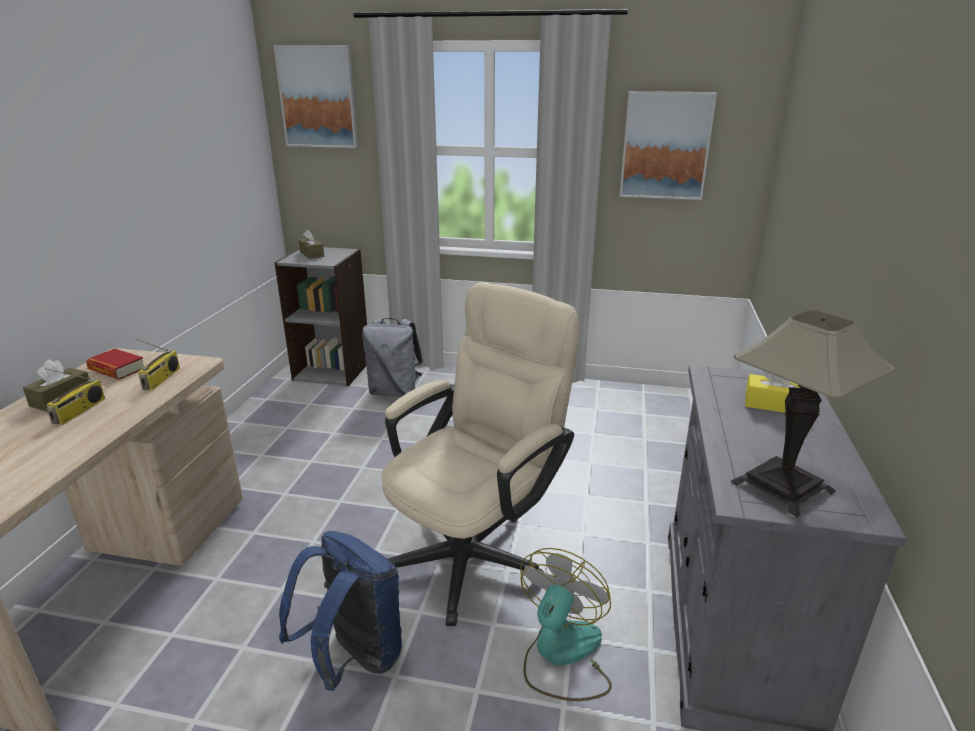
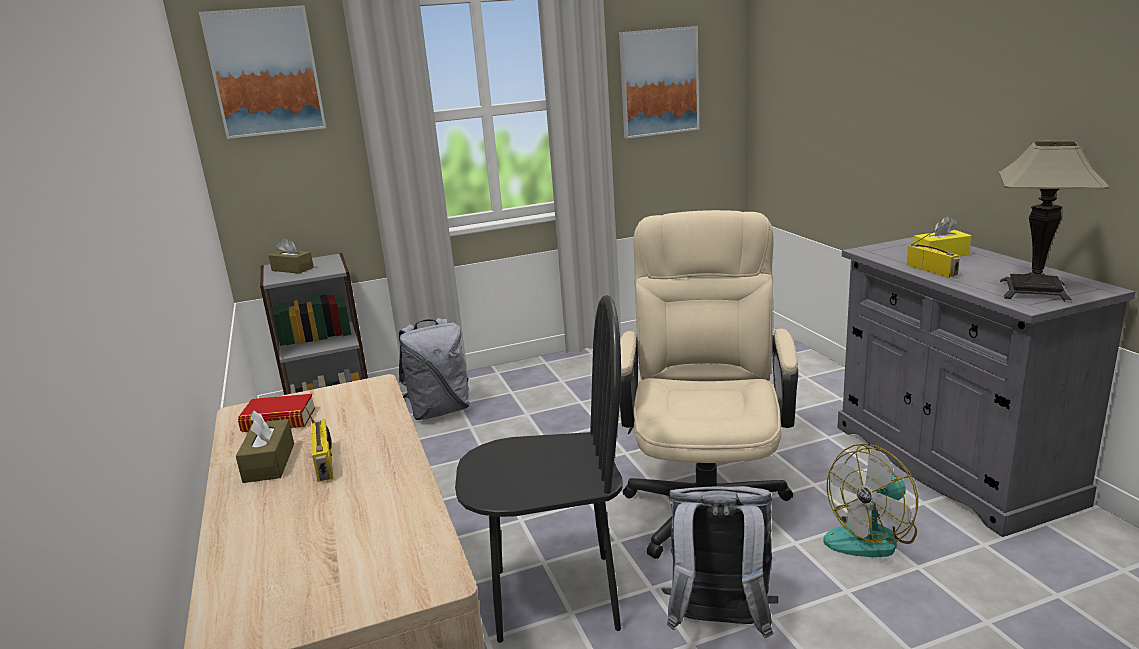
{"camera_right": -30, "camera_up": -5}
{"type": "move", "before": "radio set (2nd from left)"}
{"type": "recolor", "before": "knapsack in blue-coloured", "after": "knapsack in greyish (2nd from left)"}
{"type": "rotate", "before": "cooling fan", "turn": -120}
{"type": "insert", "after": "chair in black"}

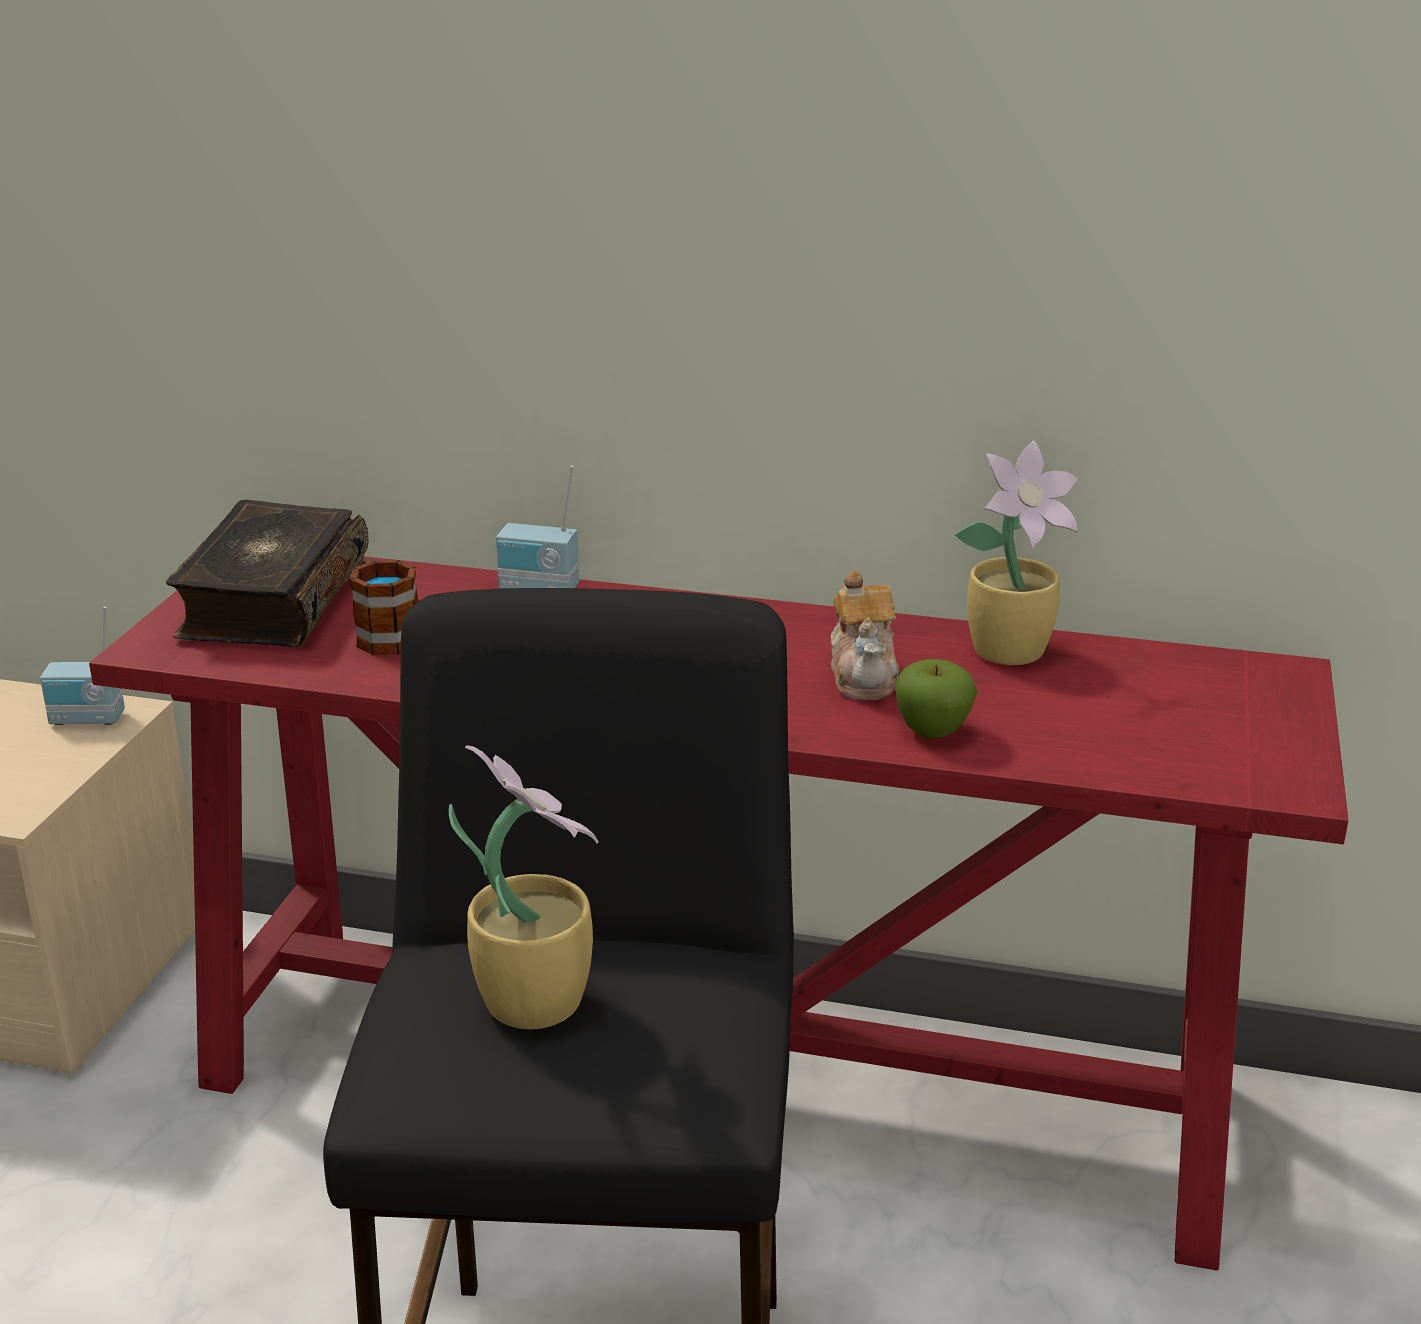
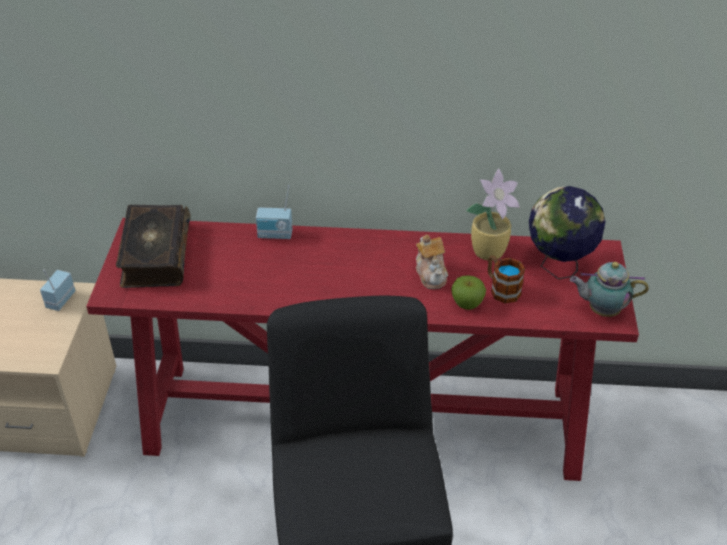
{"camera_right": -10, "camera_up": 15}
{"type": "rotate", "before": "radio set (1st from left)", "turn": 120}
{"type": "move", "before": "coffee mug"}
{"type": "delete", "before": "plant in a pot (1st from left)"}
{"type": "insert", "after": "world globe"}
{"type": "insert", "after": "teapot (2nd from left)"}

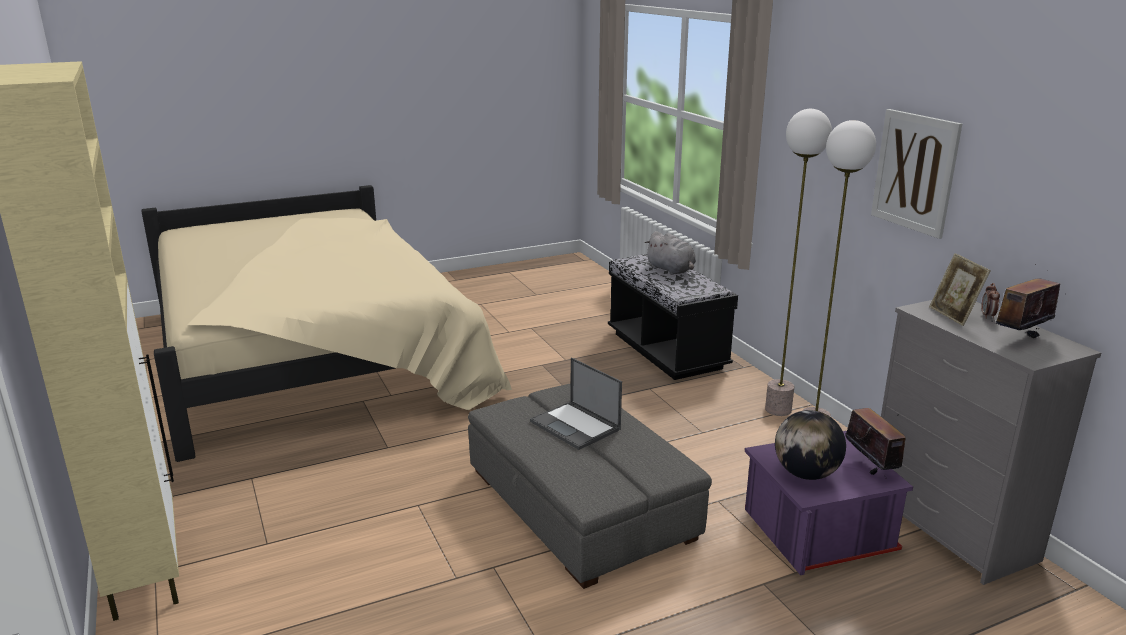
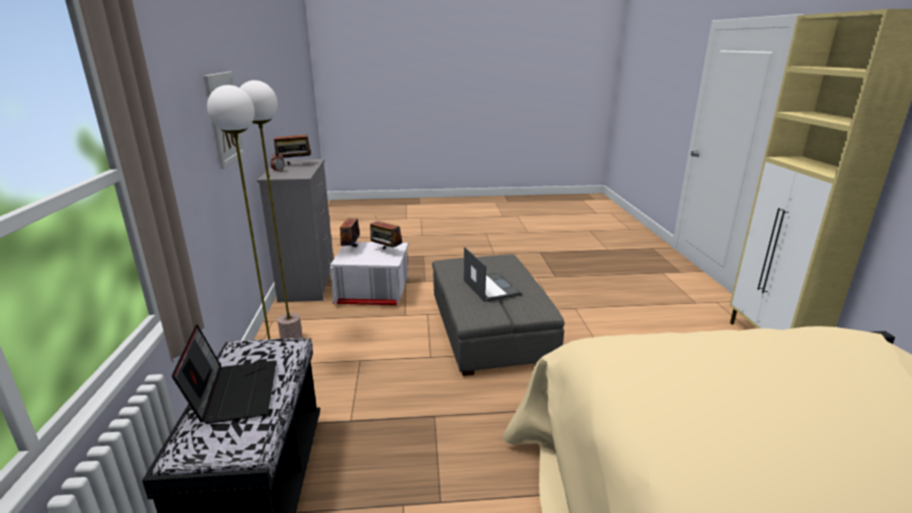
{"camera_right": -160, "camera_up": 0}
{"type": "replace", "before": "soft toy in greyish", "after": "notebook computer (1st from left)"}
{"type": "recolor", "before": "storage box in purple", "after": "storage box in white-coloured"}
{"type": "replace", "before": "world globe", "after": "radio set (3rd from left)"}
{"type": "delete", "before": "photo frame"}

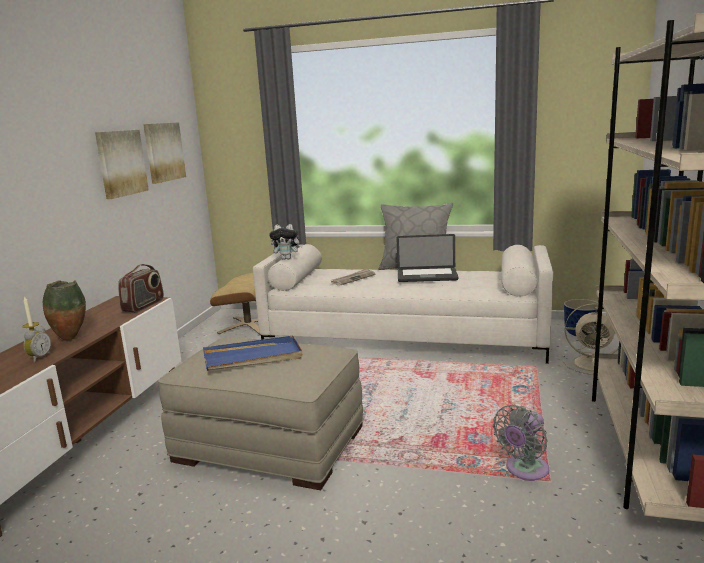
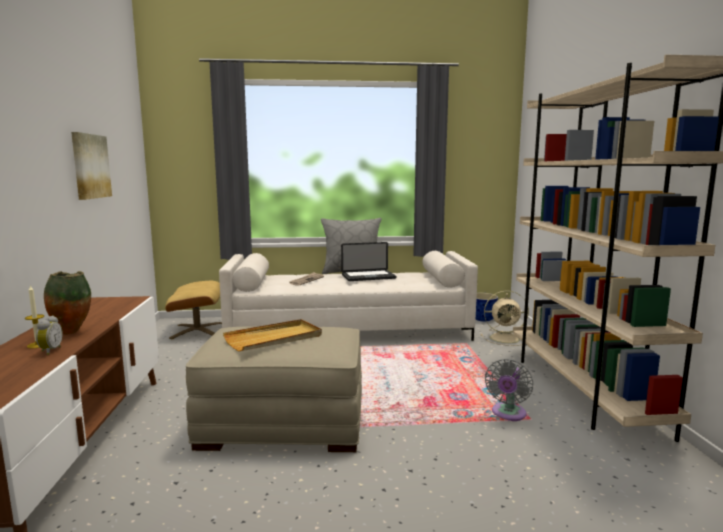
{"camera_right": -20, "camera_up": -5}
{"type": "delete", "before": "radio set"}
{"type": "delete", "before": "wall art (2nd from left)"}
{"type": "recolor", "before": "carrying tray in blue-coloured", "after": "carrying tray in beige"}
{"type": "delete", "before": "soft toy"}

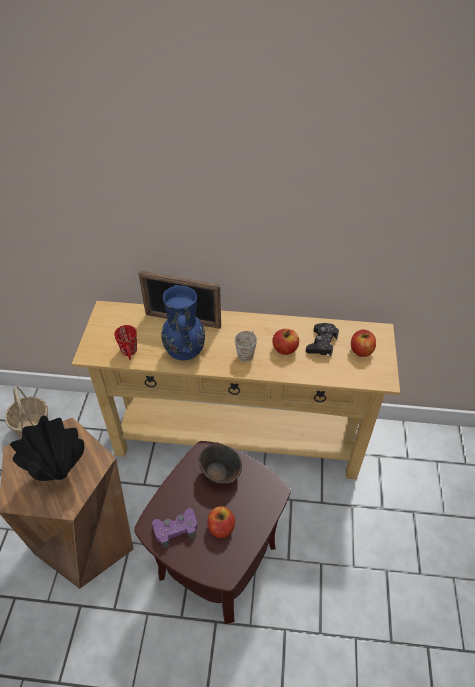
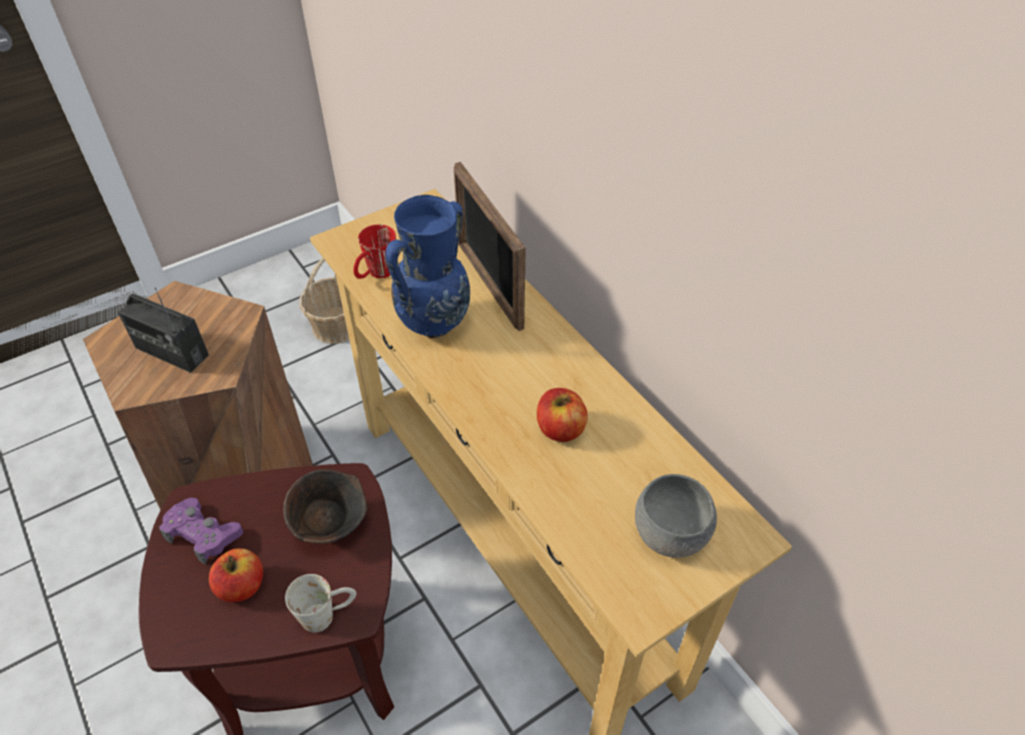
{"camera_right": 50, "camera_up": 0}
{"type": "replace", "before": "decorative vase in black", "after": "radio set"}
{"type": "move", "before": "coffee mug in white-coloured"}
{"type": "delete", "before": "gamepad in black"}
{"type": "replace", "before": "apple fruit (3rd from left)", "after": "deep dish in greyish"}

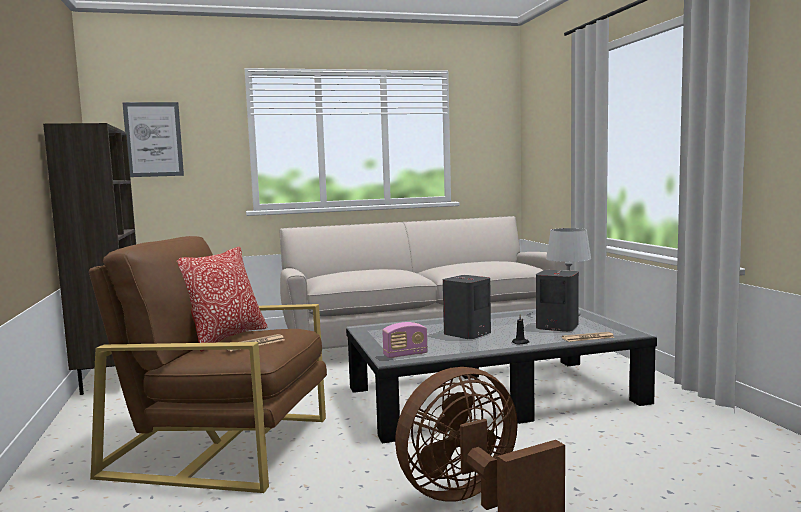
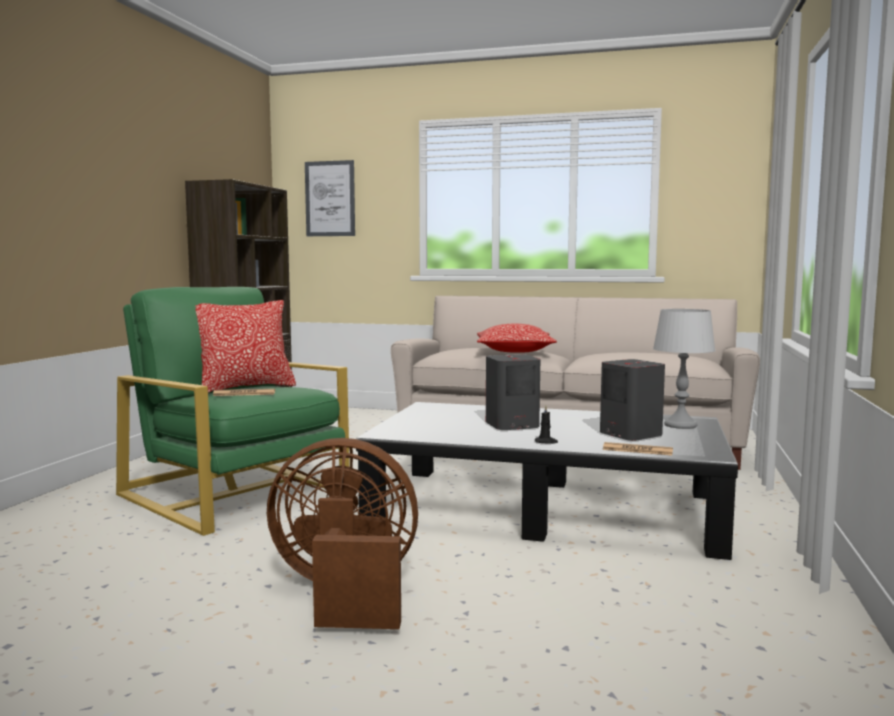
{"camera_right": 30, "camera_up": 0}
{"type": "recolor", "before": "armchair in brown", "after": "armchair in green"}
{"type": "delete", "before": "radio set"}
{"type": "insert", "after": "throw pillow (2nd from left)"}

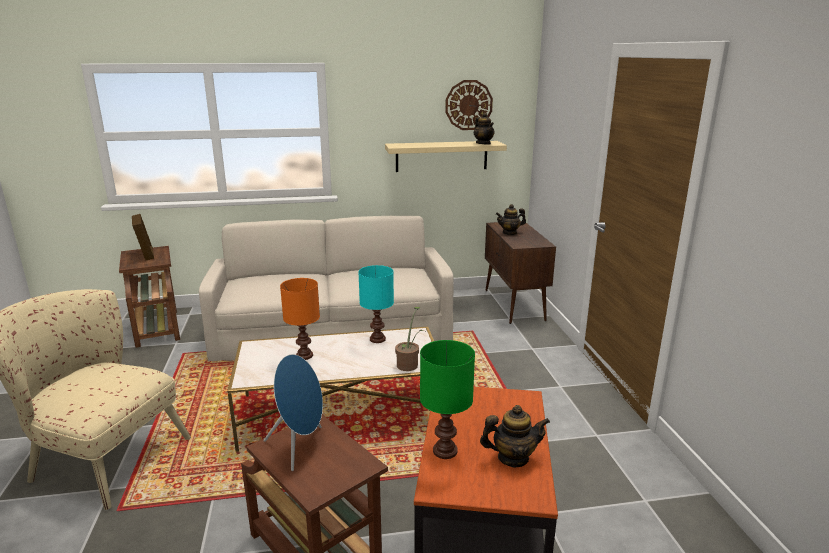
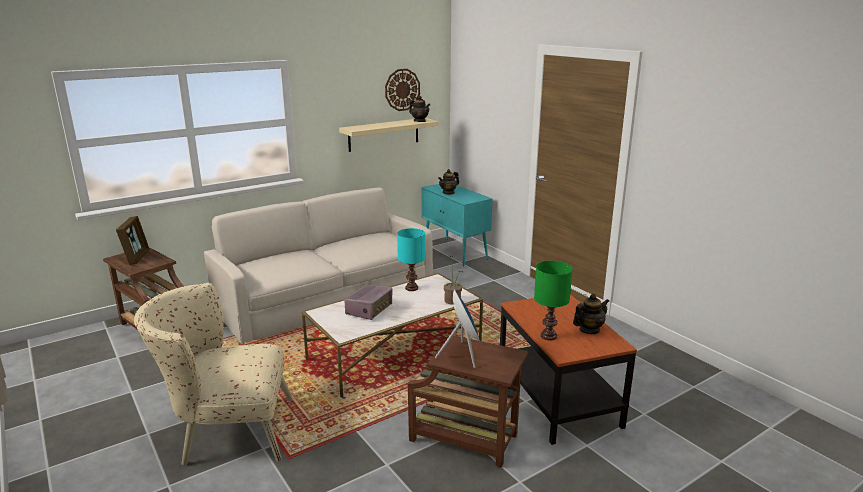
{"camera_right": -25, "camera_up": 0}
{"type": "rotate", "before": "photo frame", "turn": 45}
{"type": "replace", "before": "tabletop lamp in orange-coloured", "after": "radio set"}
{"type": "recolor", "before": "storage cabinet in brown", "after": "storage cabinet in blue-green"}

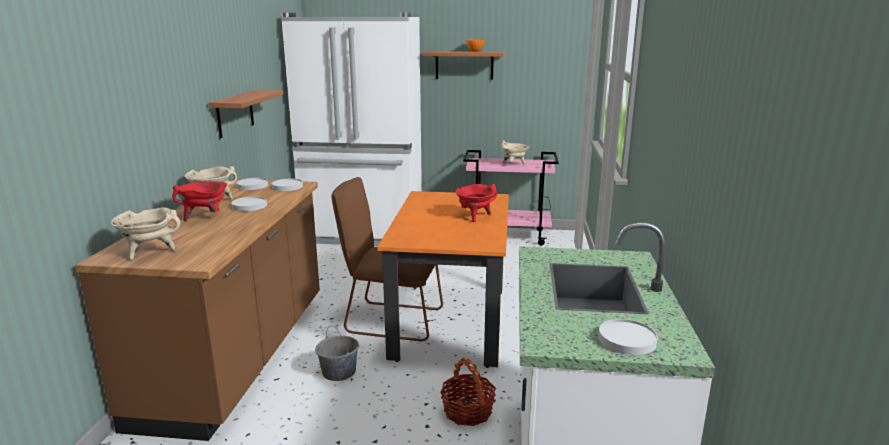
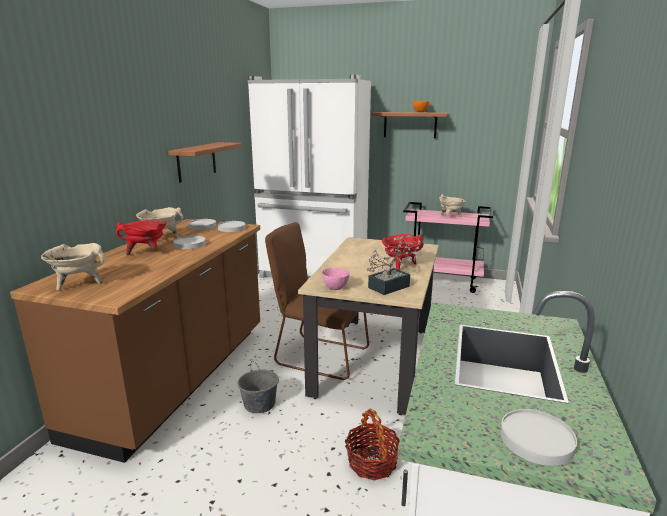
{"camera_right": 10, "camera_up": 0}
{"type": "recolor", "before": "dining table in orange-coloured", "after": "dining table in beige"}
{"type": "insert", "after": "deep dish in pinkish"}
{"type": "insert", "after": "plant in a pot"}

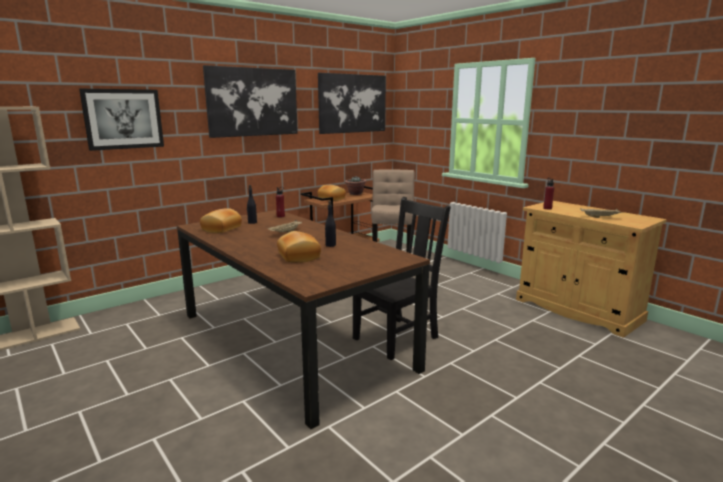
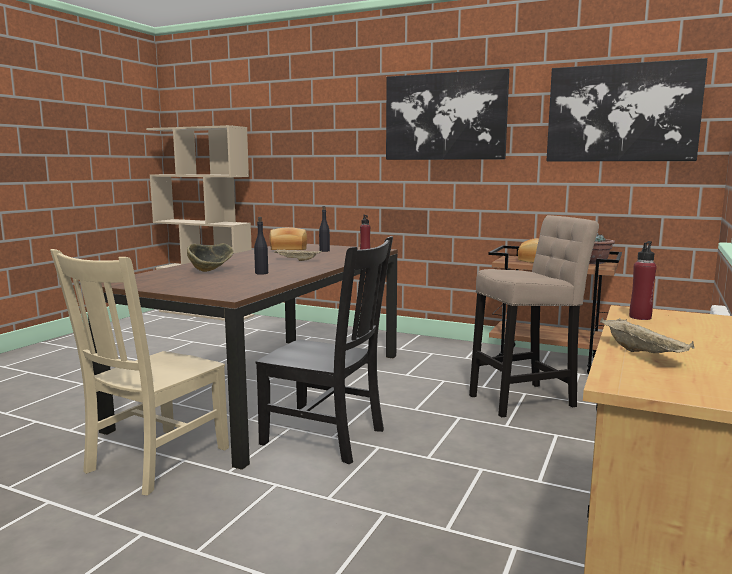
{"camera_right": 65, "camera_up": -5}
{"type": "delete", "before": "wall art (1st from left)"}
{"type": "replace", "before": "bread (2nd from left)", "after": "deep dish"}
{"type": "insert", "after": "chair in beige"}

